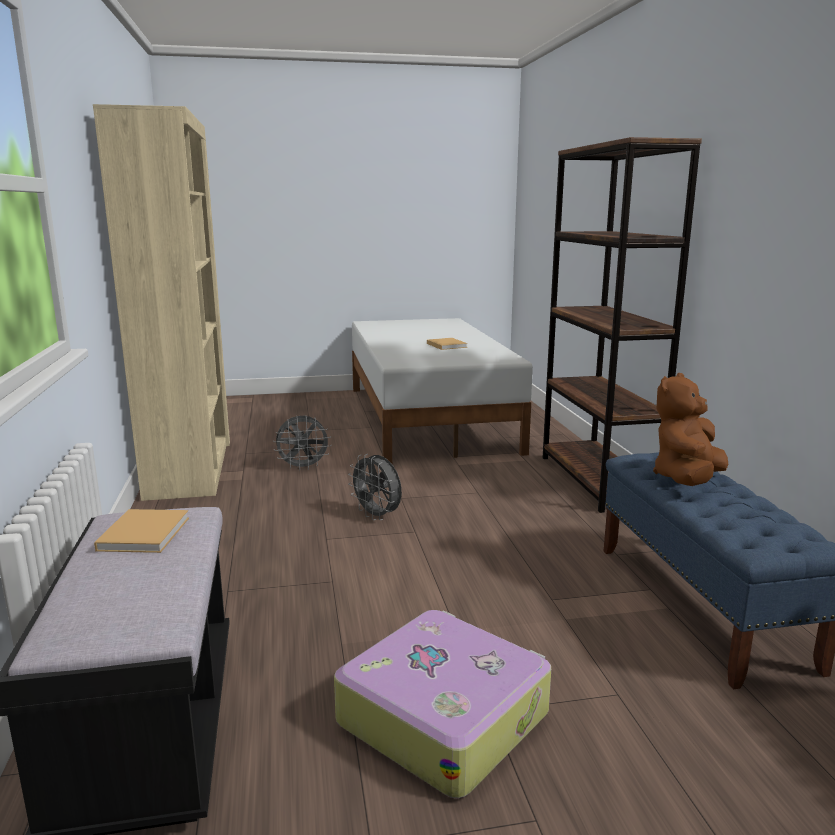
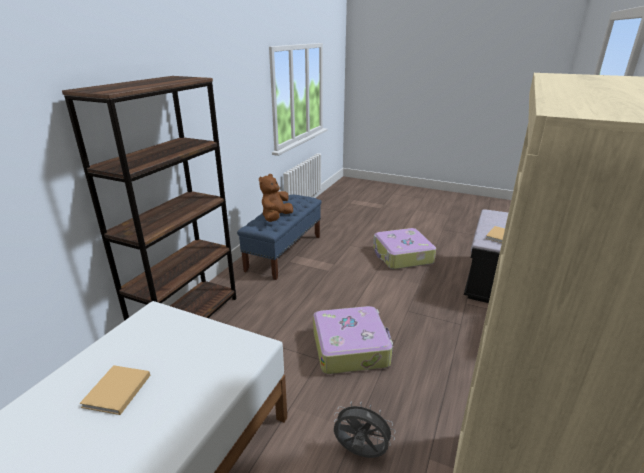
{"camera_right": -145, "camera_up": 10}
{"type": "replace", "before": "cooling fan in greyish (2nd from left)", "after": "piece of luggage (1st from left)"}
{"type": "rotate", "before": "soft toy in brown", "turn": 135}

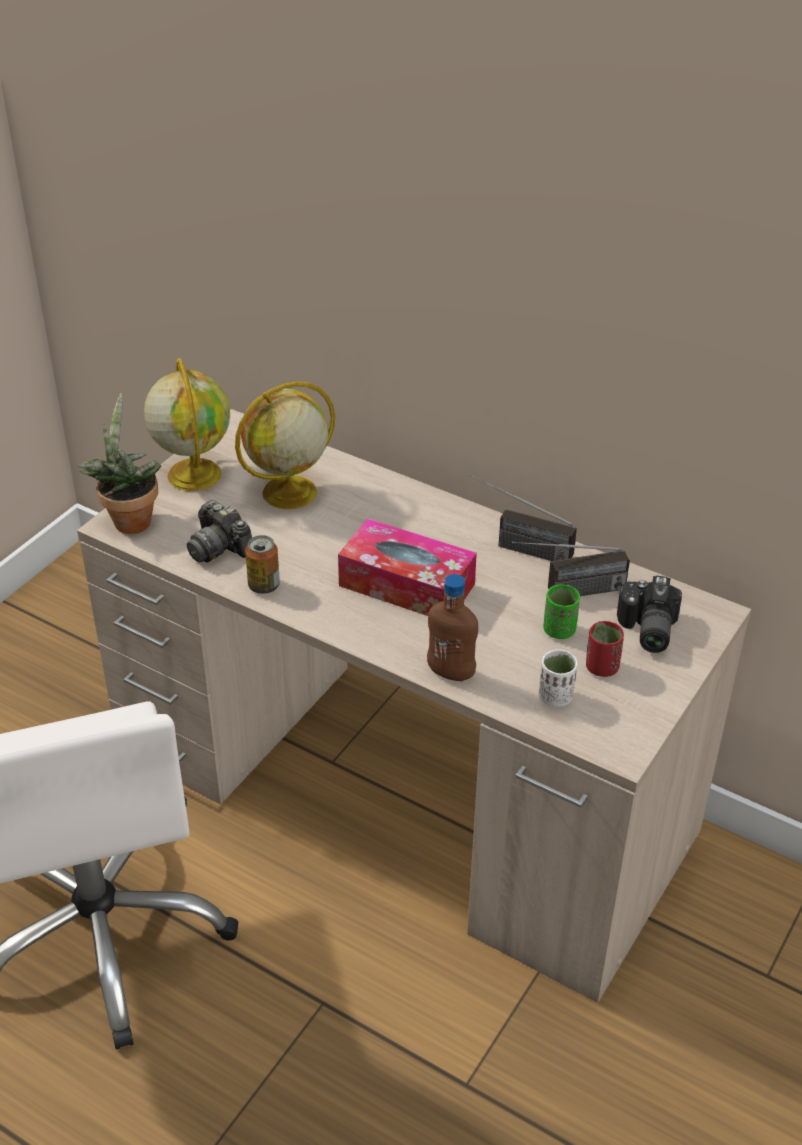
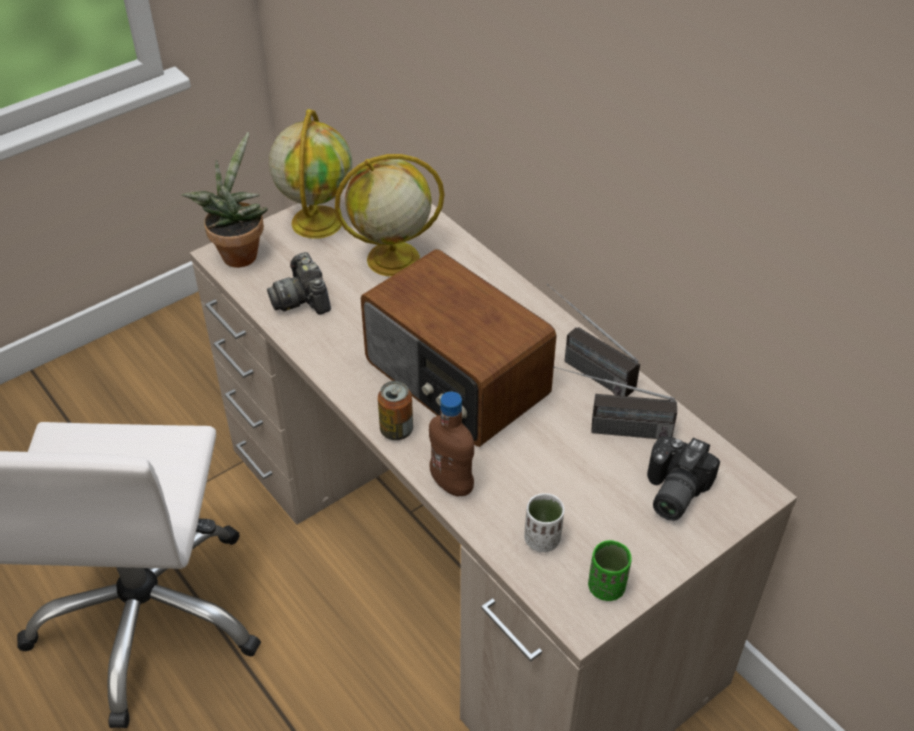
{"camera_right": 20, "camera_up": 5}
{"type": "move", "before": "metal can"}
{"type": "replace", "before": "tissue holder", "after": "radio set (1st from left)"}
{"type": "move", "before": "small cup in green"}
{"type": "delete", "before": "small cup in reddish"}

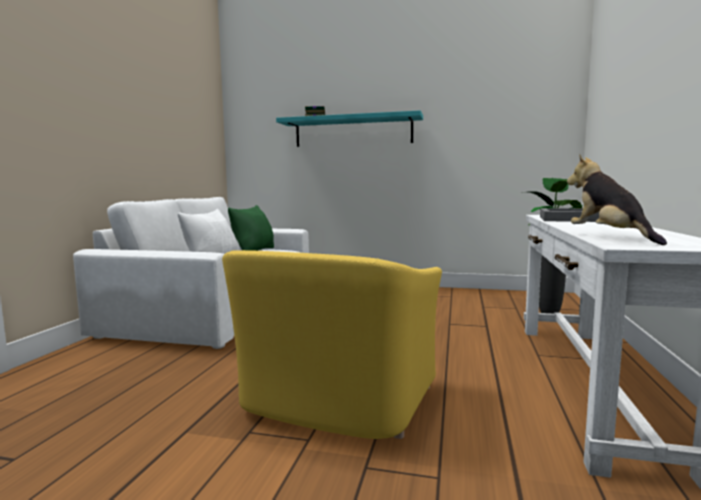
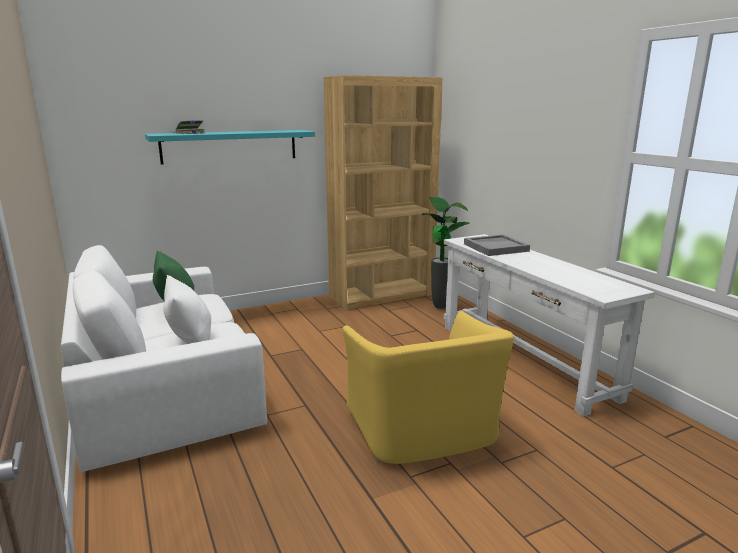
{"camera_right": -40, "camera_up": 10}
{"type": "delete", "before": "soft toy"}
{"type": "insert", "after": "shelving unit in brown"}

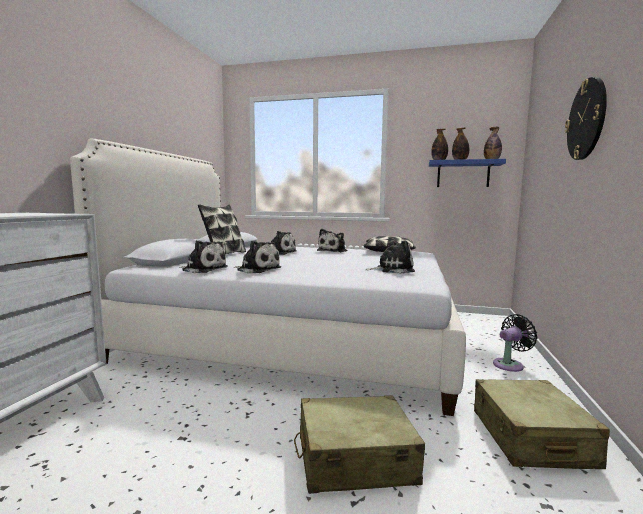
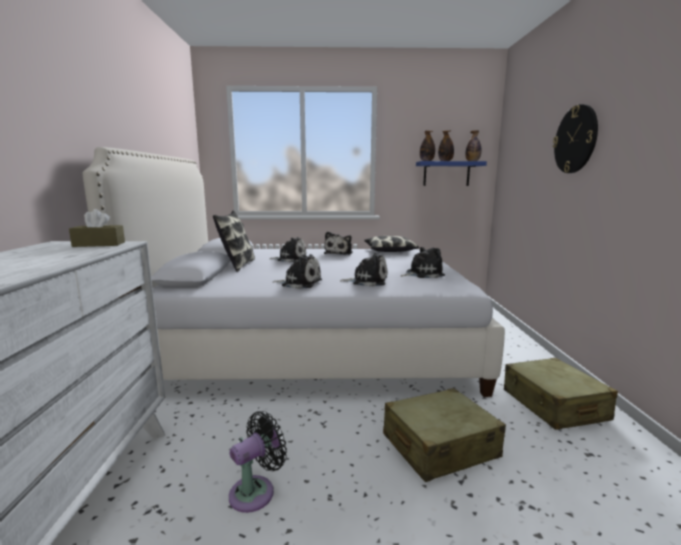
{"camera_right": -15, "camera_up": 5}
{"type": "move", "before": "soft toy (1st from left in the first image)", "after": "soft toy (4th from left)"}
{"type": "move", "before": "cooling fan in black"}
{"type": "insert", "after": "tissue holder in brown"}

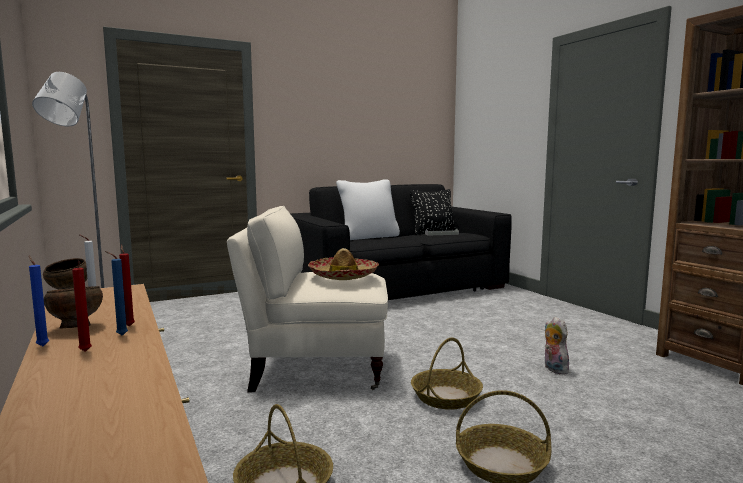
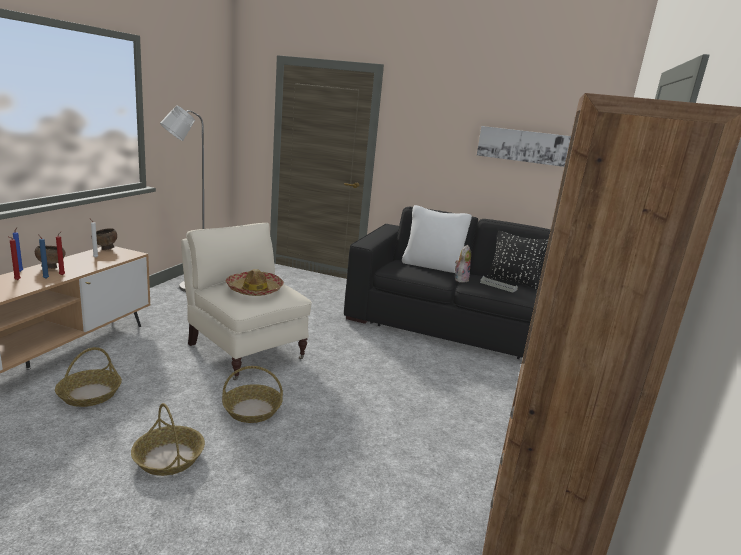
{"camera_right": 45, "camera_up": 10}
{"type": "move", "before": "soft toy"}
{"type": "insert", "after": "wall art"}

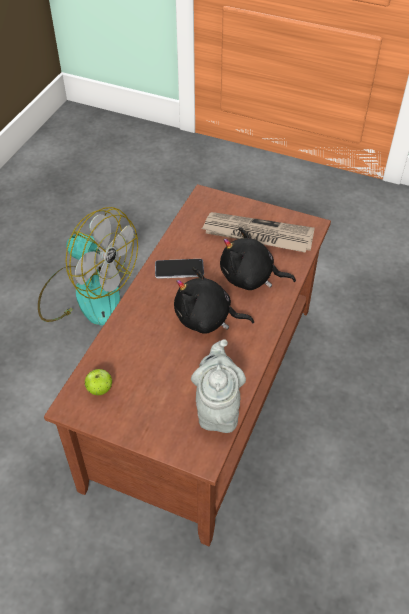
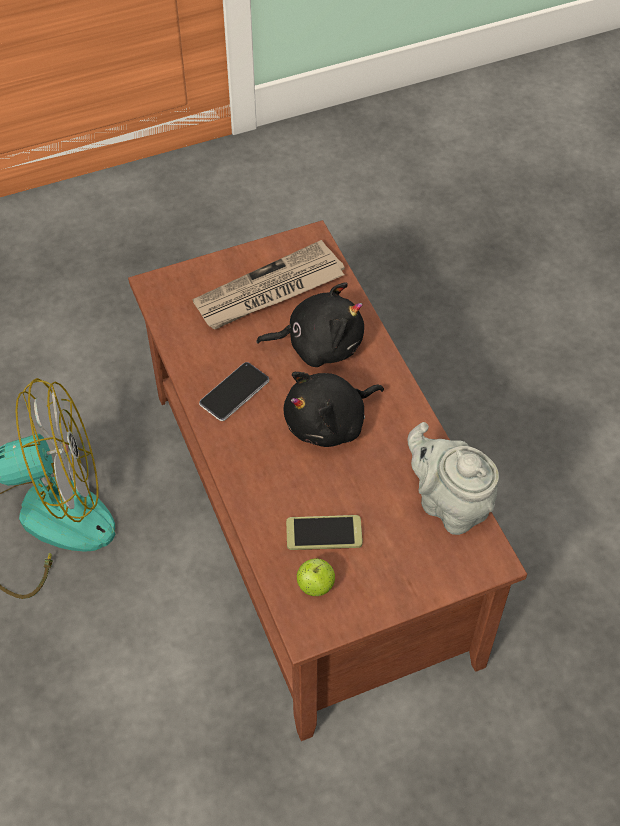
{"camera_right": -45, "camera_up": 5}
{"type": "rotate", "before": "soft toy in black (2nd from left in the first image)", "turn": -150}
{"type": "insert", "after": "phone (2nd from left)"}

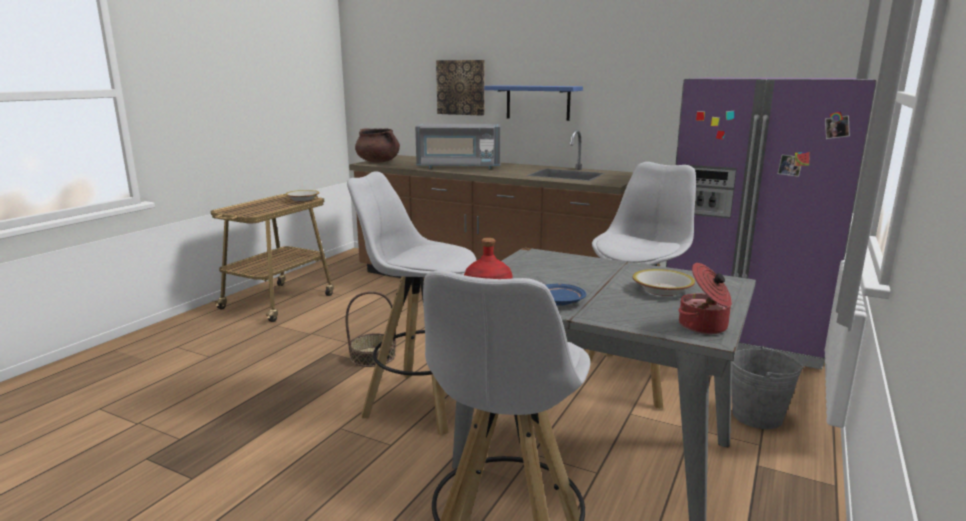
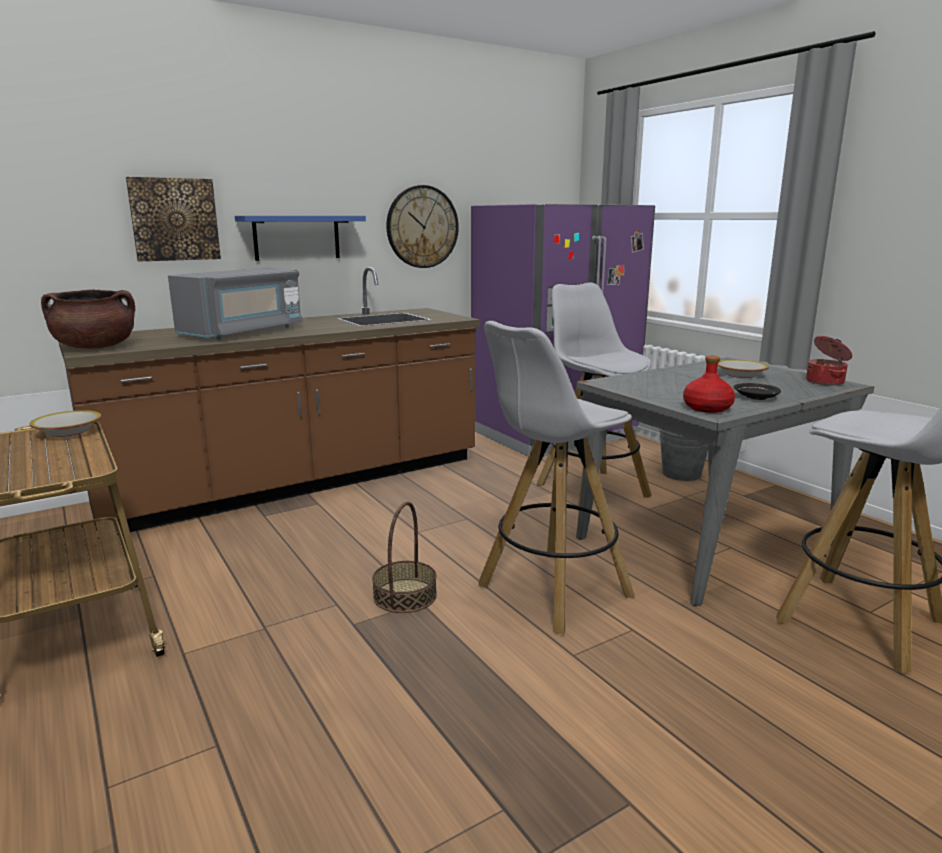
{"camera_right": -60, "camera_up": 0}
{"type": "recolor", "before": "plate in blue-coloured", "after": "plate in black"}
{"type": "insert", "after": "clock on the wall"}

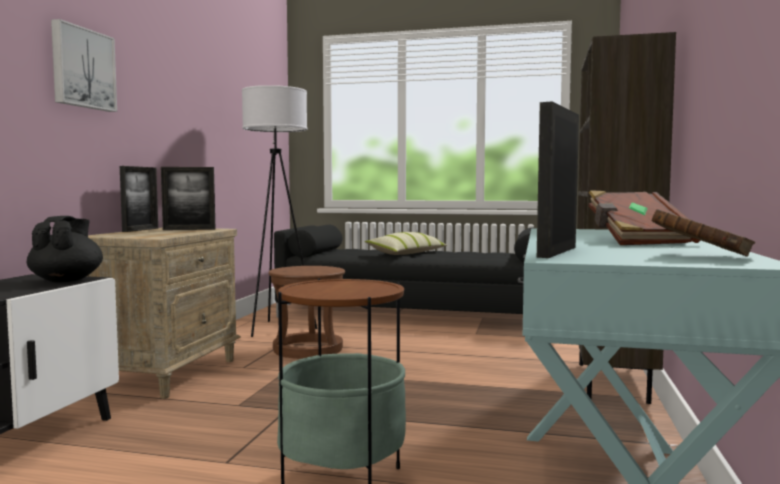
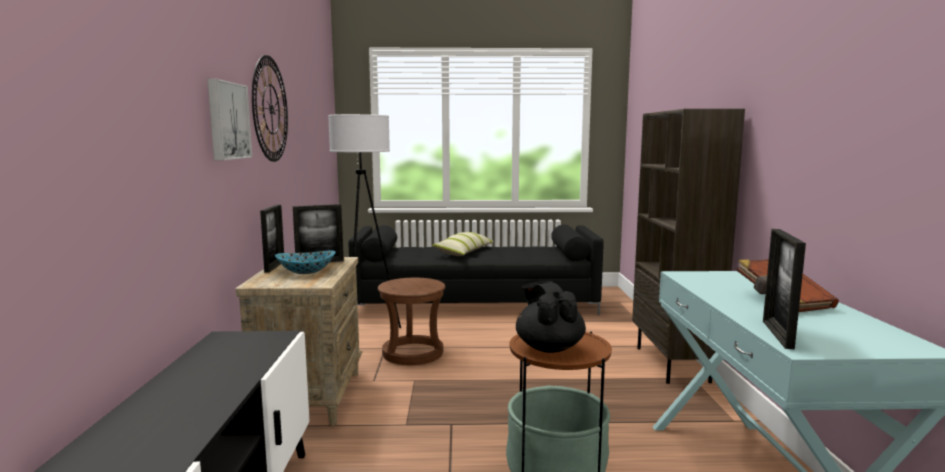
{"camera_right": -15, "camera_up": 5}
{"type": "move", "before": "teapot in black"}
{"type": "delete", "before": "book in brown (2nd from left)"}
{"type": "insert", "after": "clock on the wall"}
{"type": "insert", "after": "deep dish"}

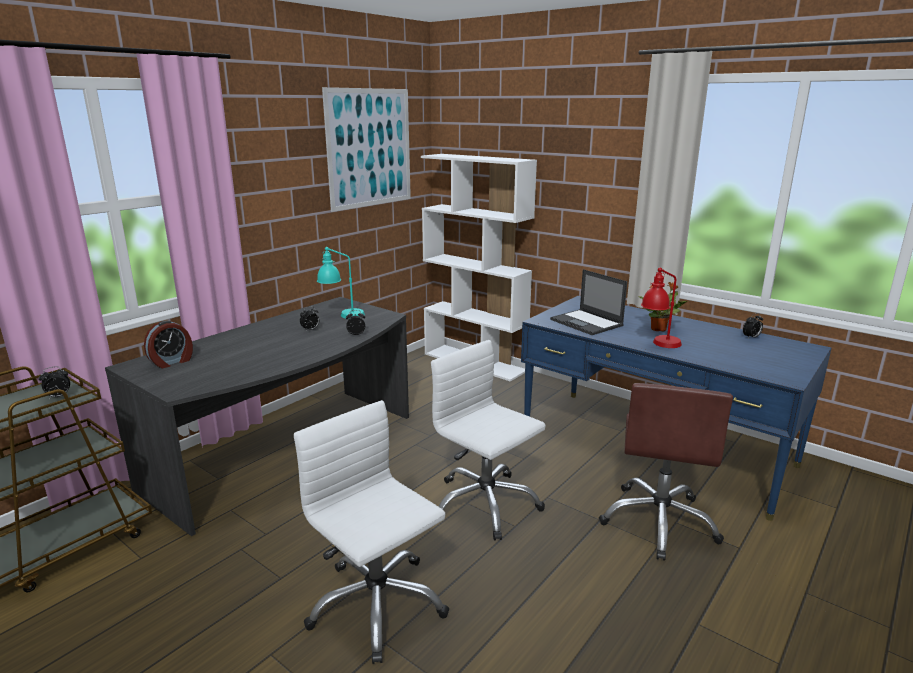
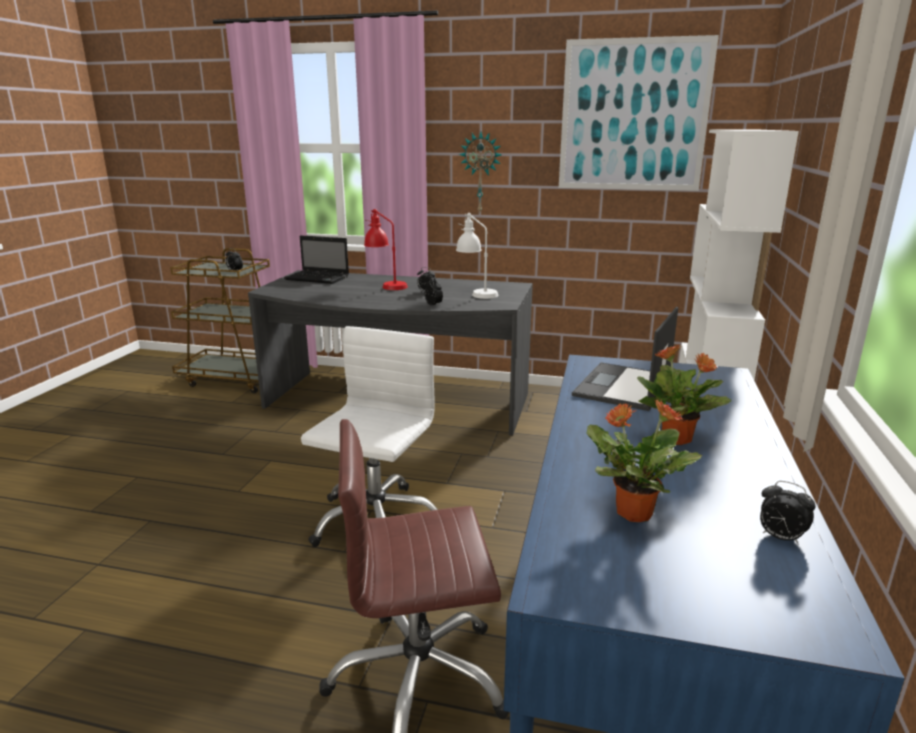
{"camera_right": 65, "camera_up": 0}
{"type": "replace", "before": "table clock (2nd from left)", "after": "notebook computer (1st from left)"}
{"type": "delete", "before": "desk chair in white-coloured (1st from left)"}
{"type": "recolor", "before": "tabletop lamp in blue-green", "after": "tabletop lamp in white-coloured"}
{"type": "move", "before": "tabletop lamp in reddish"}
{"type": "insert", "after": "clock on the wall"}
{"type": "insert", "after": "plant in a pot (1st from left)"}

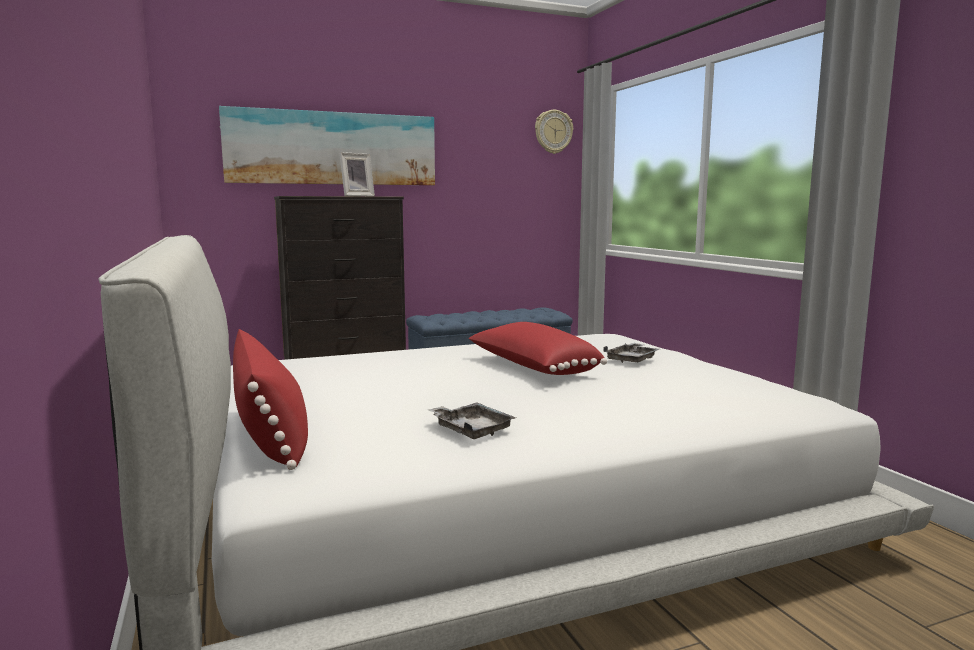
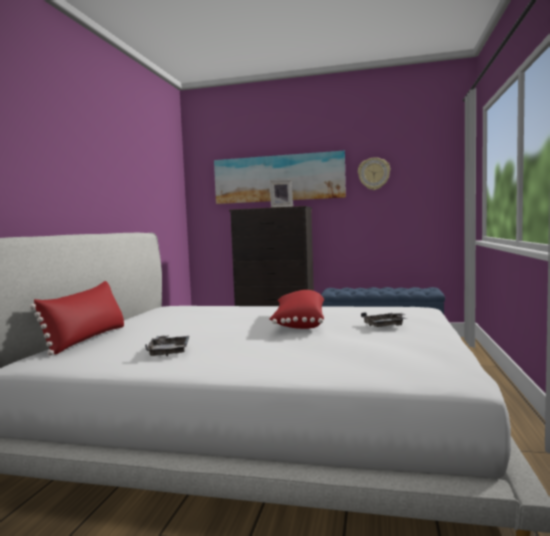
{"camera_right": 35, "camera_up": -5}
{"type": "move", "before": "clock on the wall"}

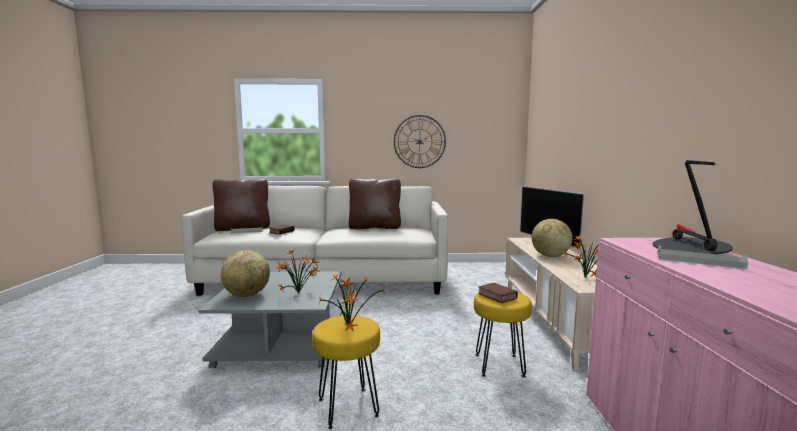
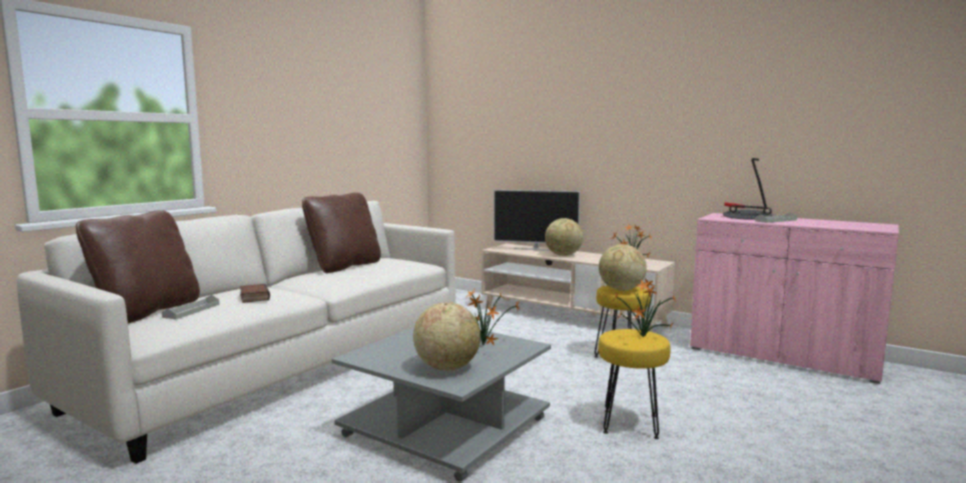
{"camera_right": -55, "camera_up": 0}
{"type": "delete", "before": "clock on the wall"}
{"type": "replace", "before": "book (2nd from left)", "after": "world globe (3rd from left)"}

